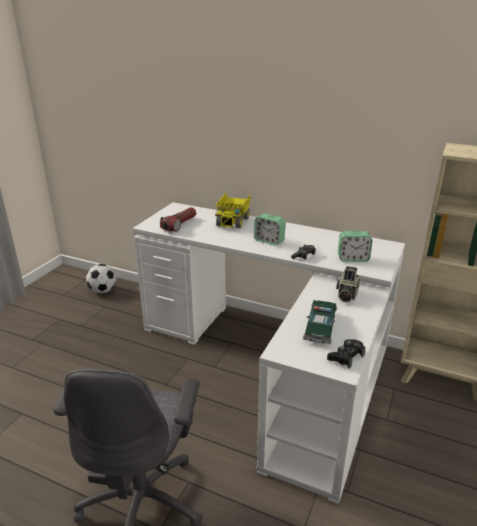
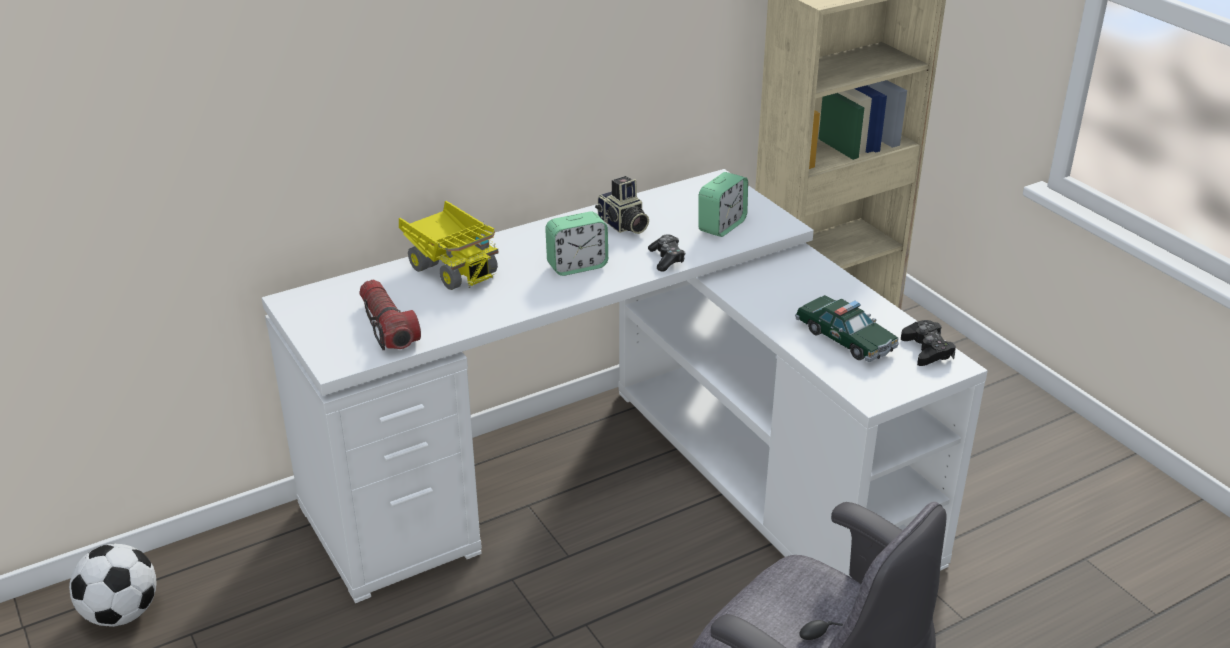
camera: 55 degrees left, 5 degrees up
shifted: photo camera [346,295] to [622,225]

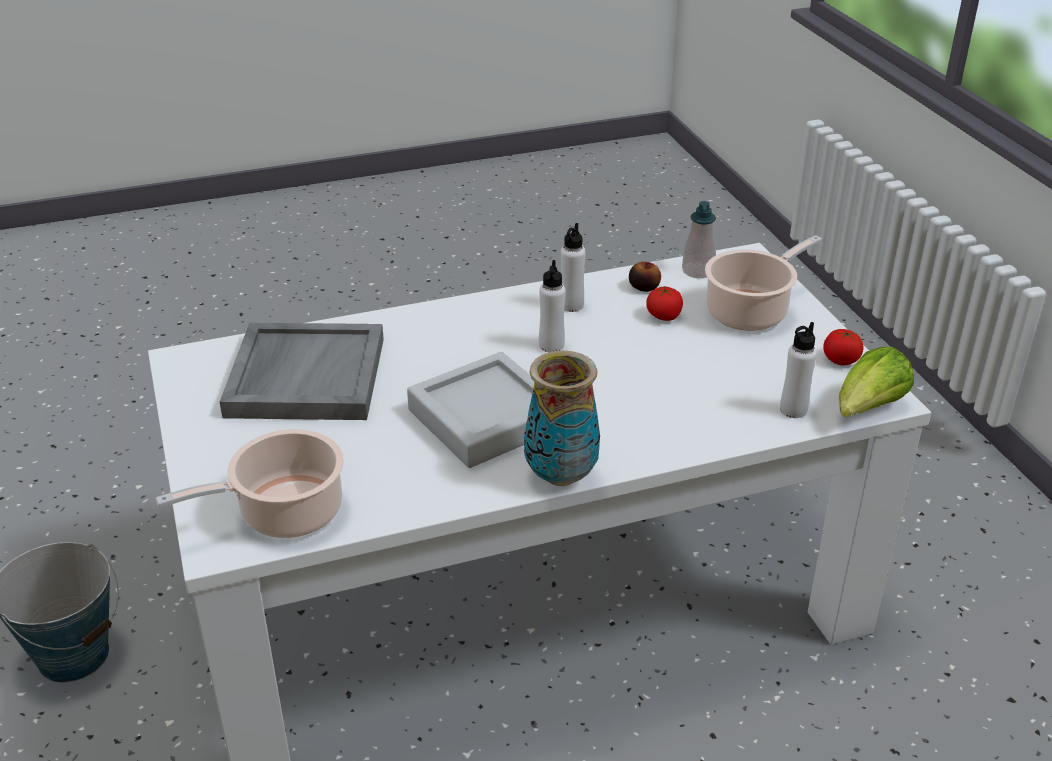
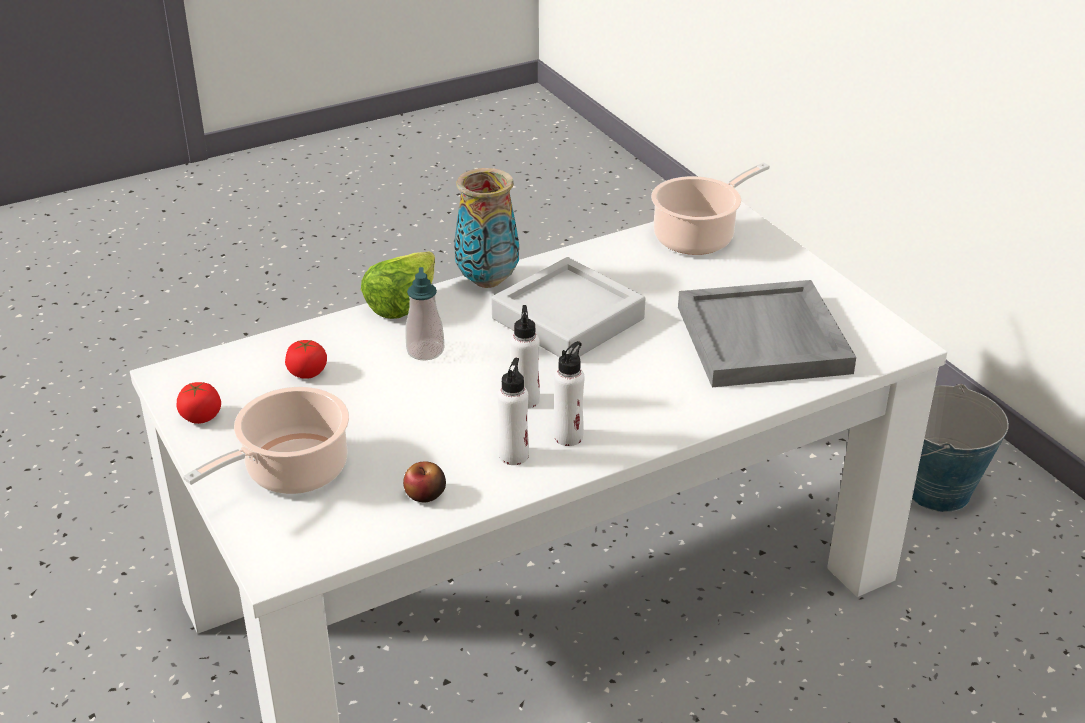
camera: 170 degrees right, 0 degrees up
shifted: tomato [664,316] to [307,372]; lettuce [868,409] to [402,304]; soap dispenser [698,271] to [425,351]; white bottle [793,410] to [568,436]

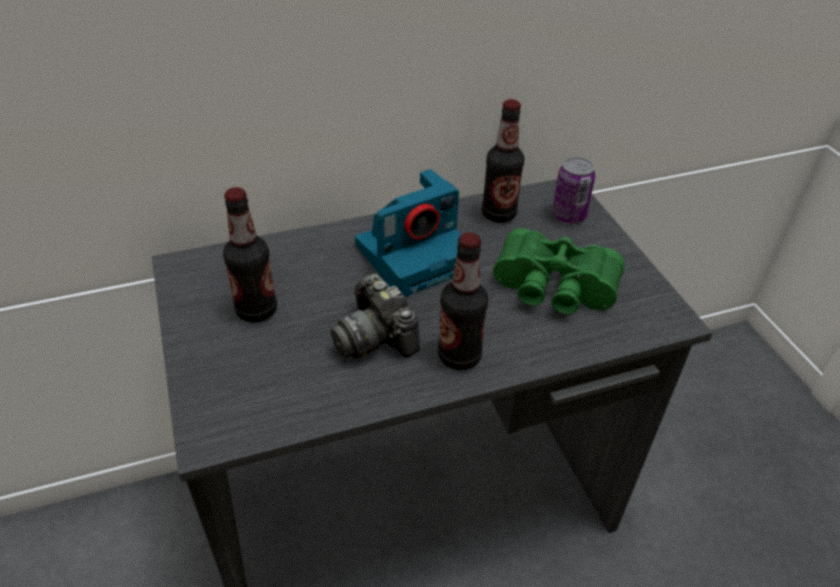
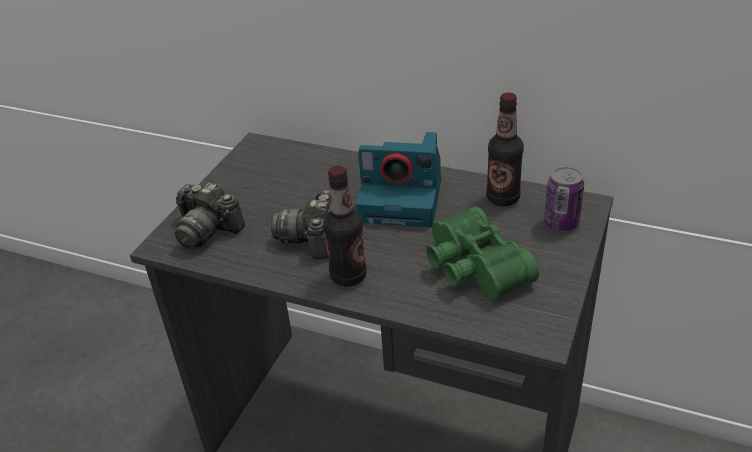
camera: 45 degrees right, 5 degrees down
gone: bottle [256,310]
new: photo camera [207,230]

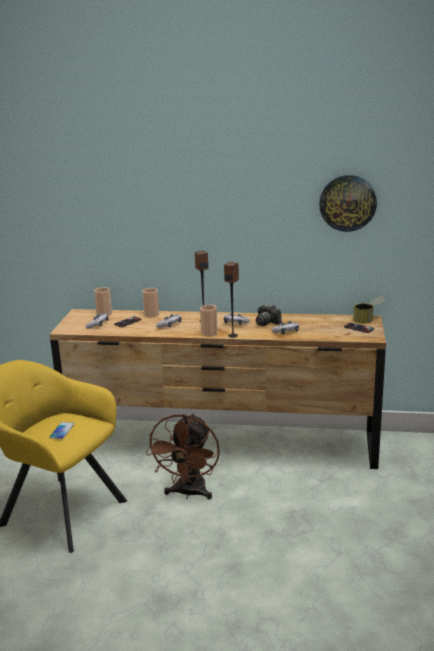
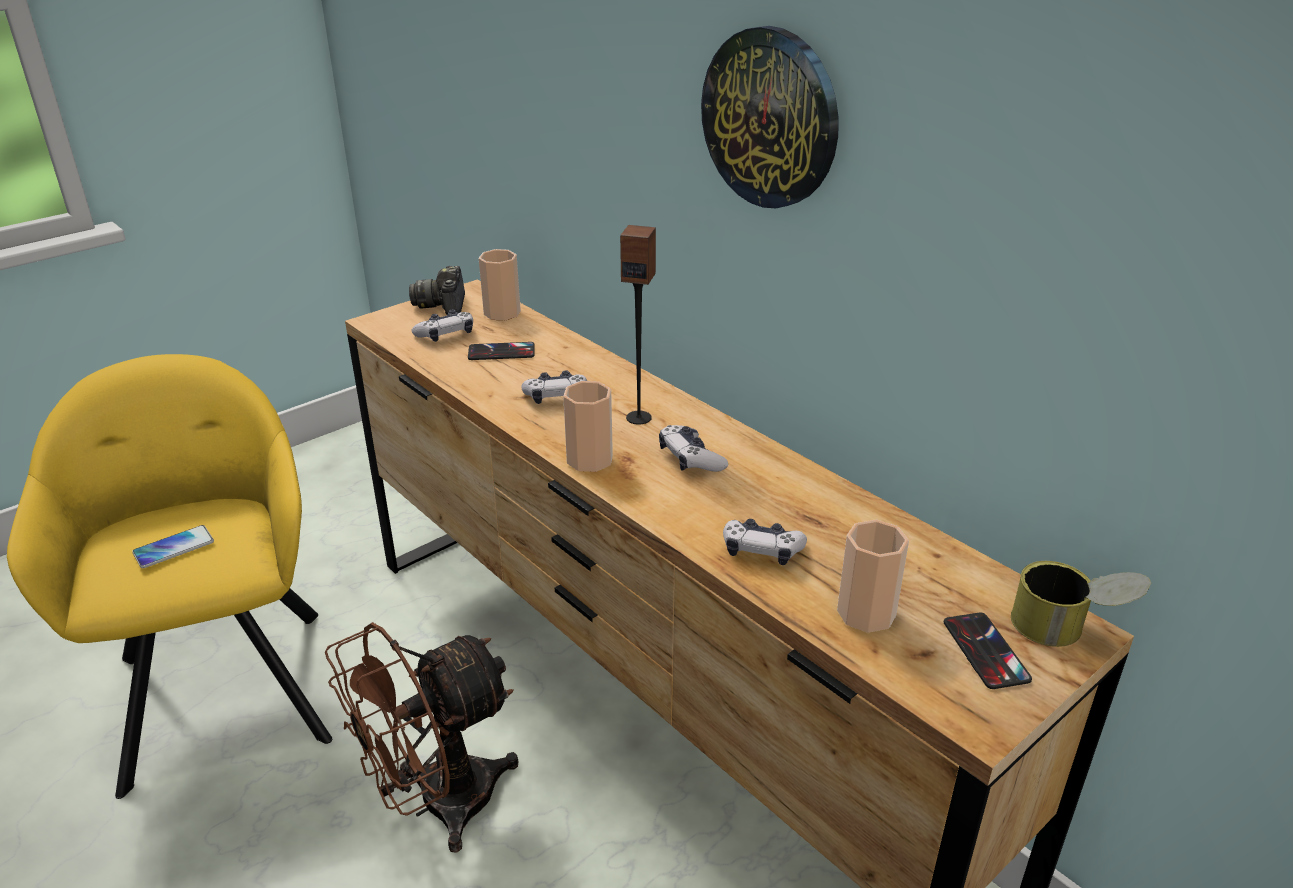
camera: 40 degrees right, 10 degrees up
gone: speaker [233,335]
shifted: photo camera [267,322] to [443,305]; wall clock [347,203] to [770,118]; cup [151,314] to [866,613]

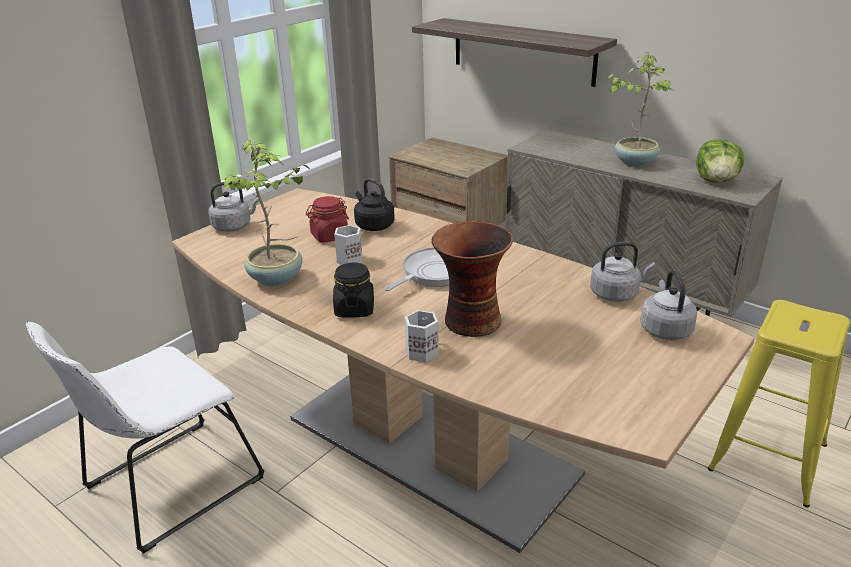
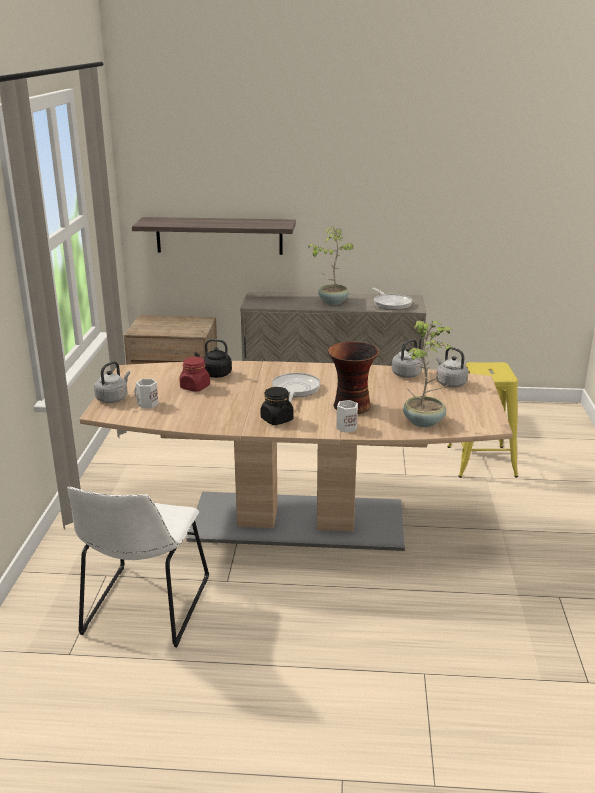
camera: 35 degrees left, 5 degrees down
shifted: white mug [348,259] to [146,404]; potted plant [277,279] to [424,422]
swapped: lettuce [716,181] to frying pan [391,303]

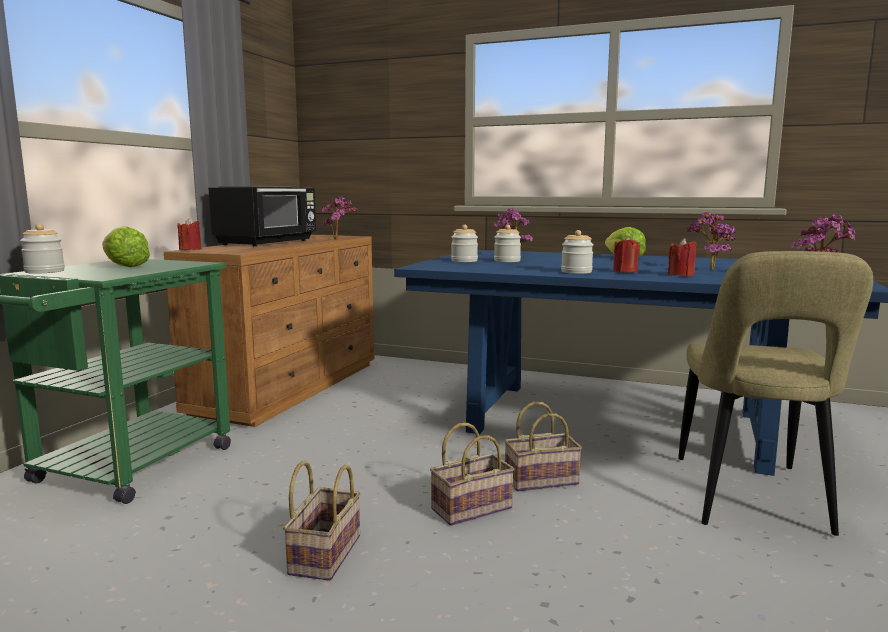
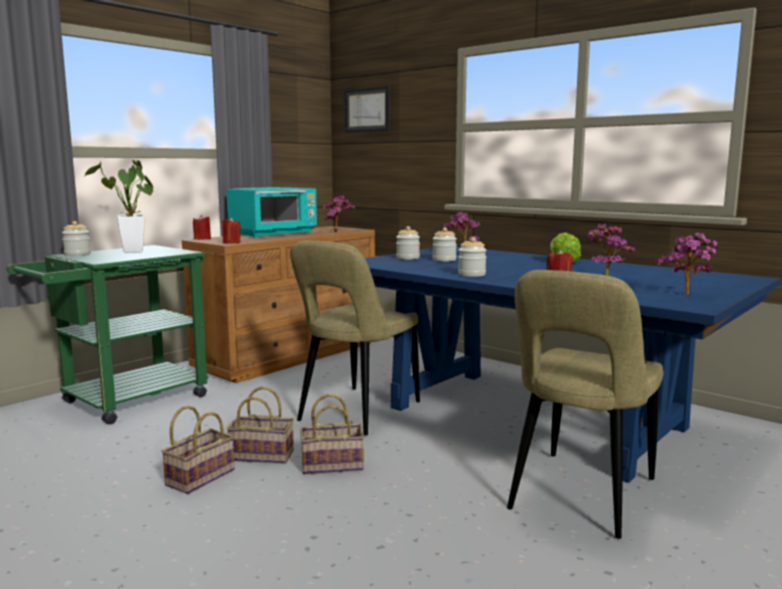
camera: 20 degrees right, 0 degrees up
new: beige chair [356,413]; picture [367,110]
shifted: red candle [625,271] to [231,242]; basket [542,479] to [263,455]
swapped: lettuce [124,266] to potted plant [132,252]
repainted: black microwave [268,242] to turquoise microwave [274,234]

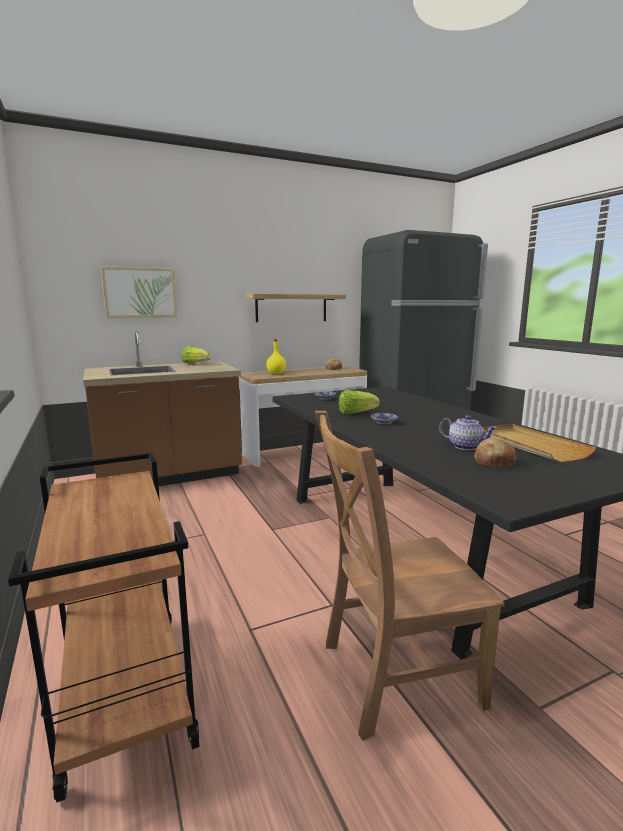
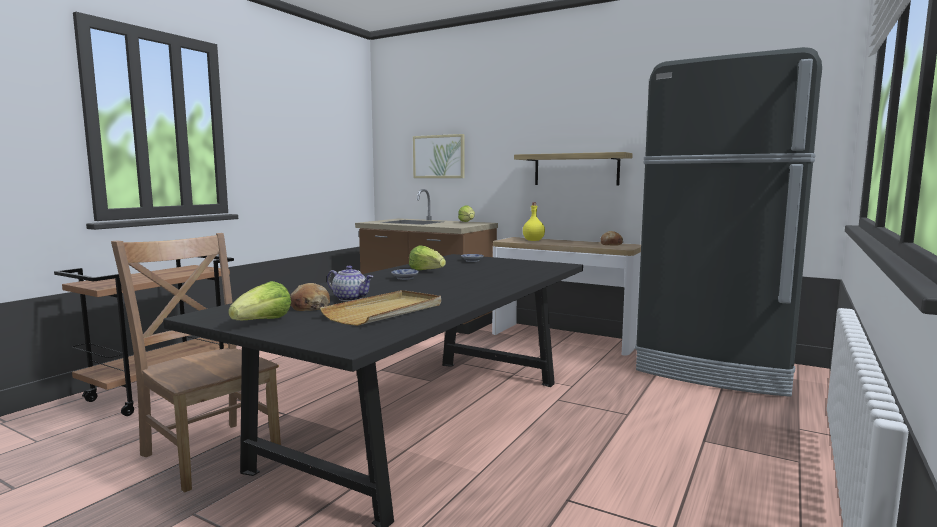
camera: 55 degrees right, 5 degrees down
new: lettuce [263,322]
rotated: teapot [466,446] = [351,299] 60 degrees counterclockwise

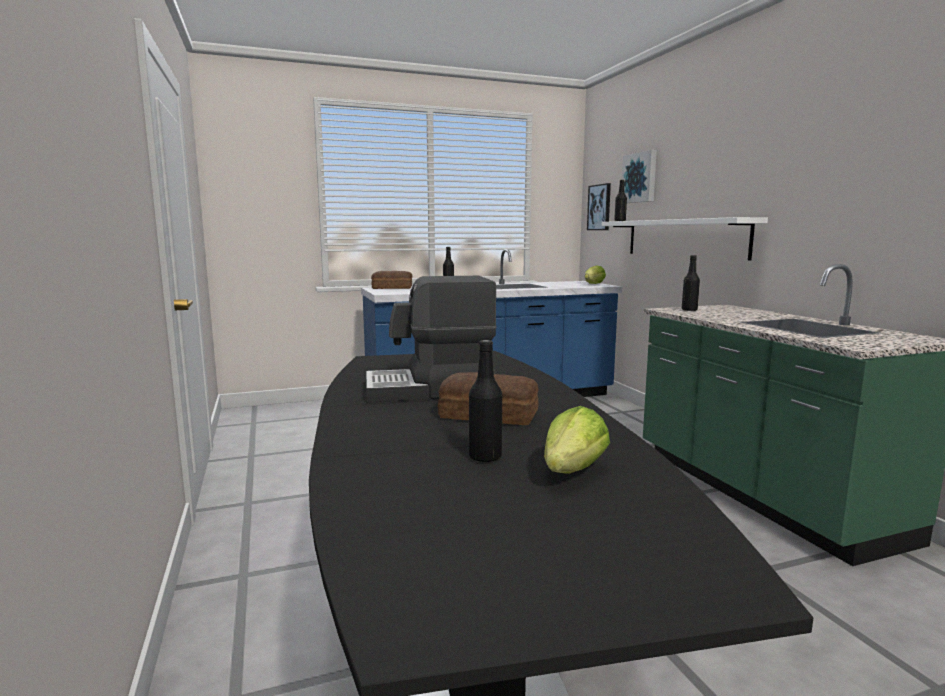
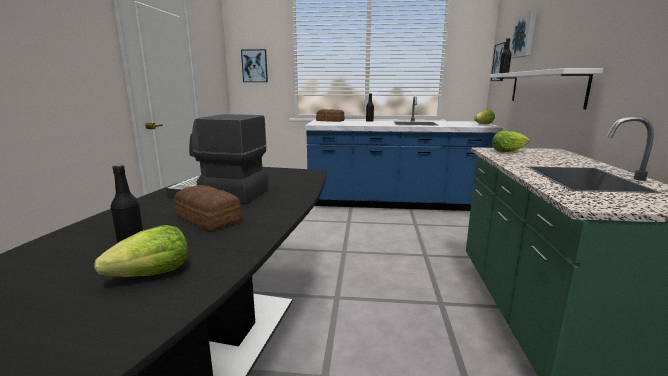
camera: 25 degrees right, 5 degrees up
new: picture [254,66]
swapped: black bottle [689,310] to lettuce [508,151]

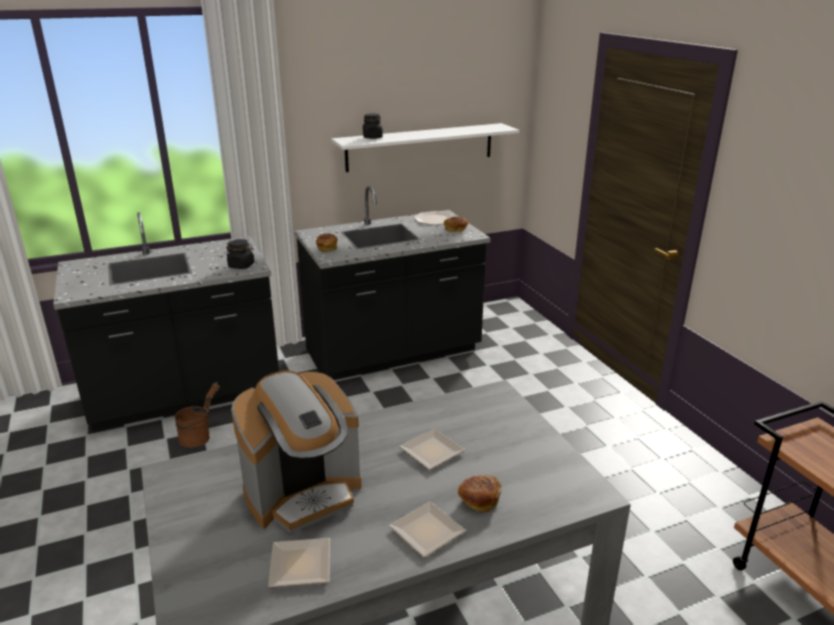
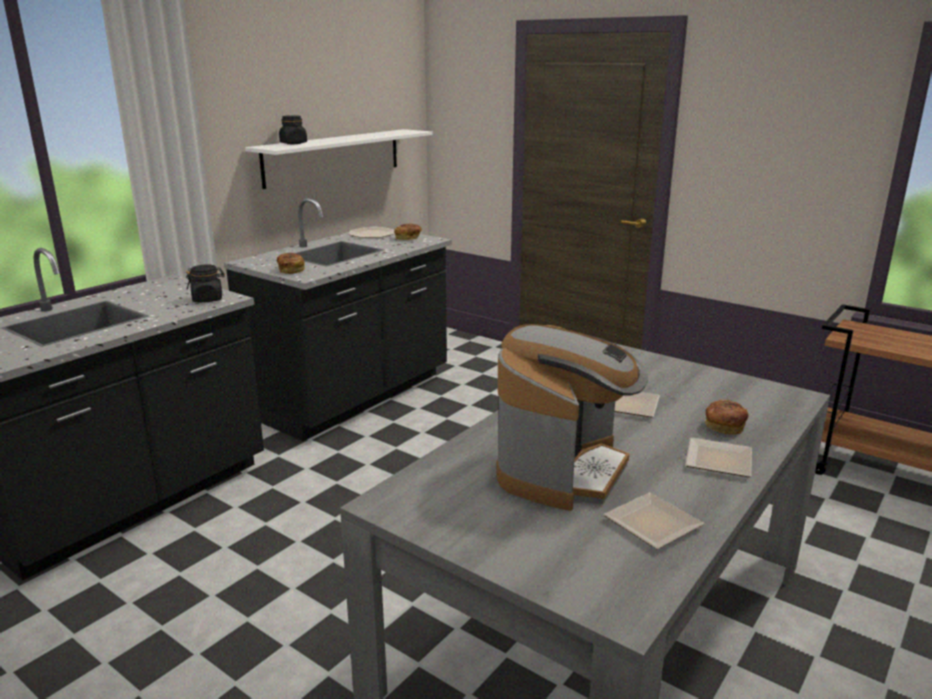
camera: 30 degrees left, 5 degrees down
gone: brown bucket [200,436]

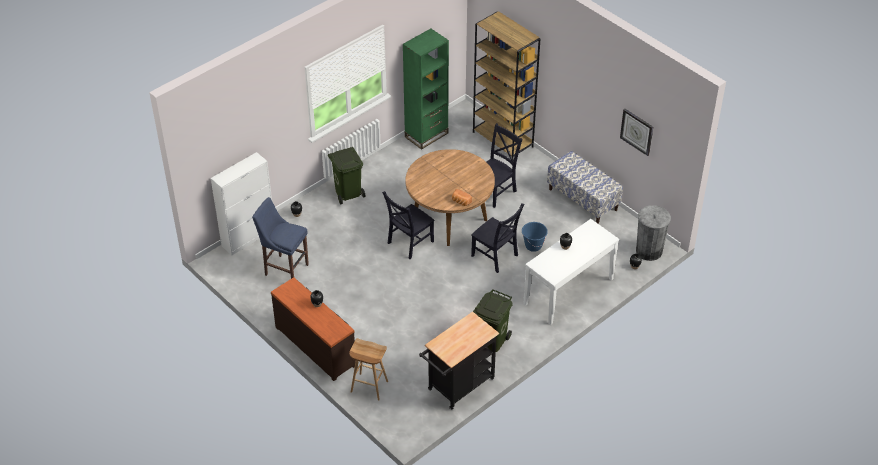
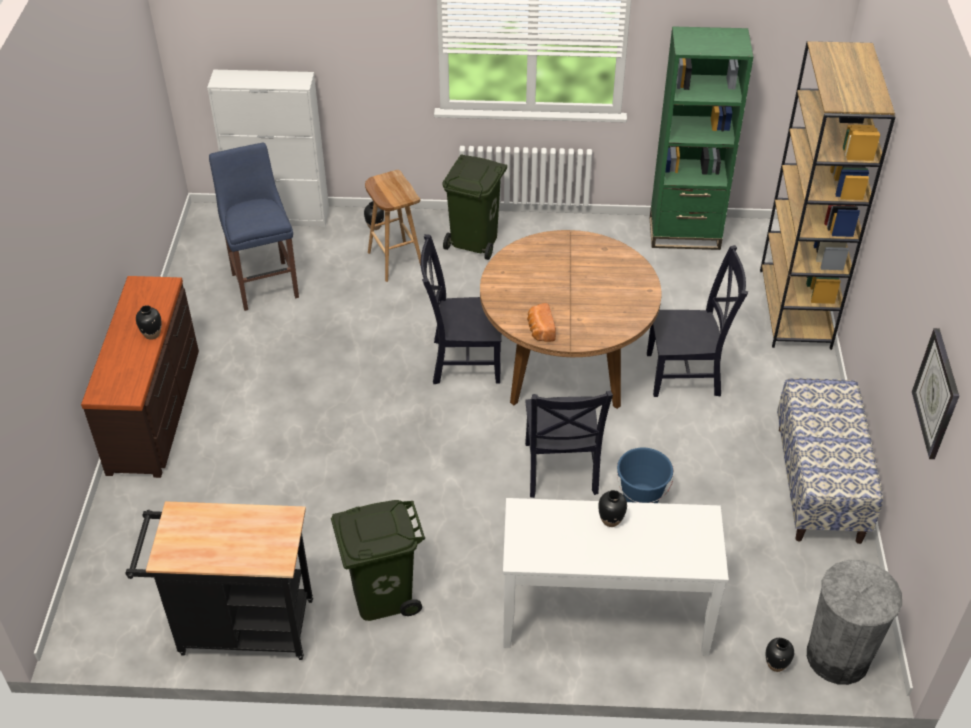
camera: 45 degrees right, 0 degrees up
shifted: brown stool [368,387] to [394,260]

